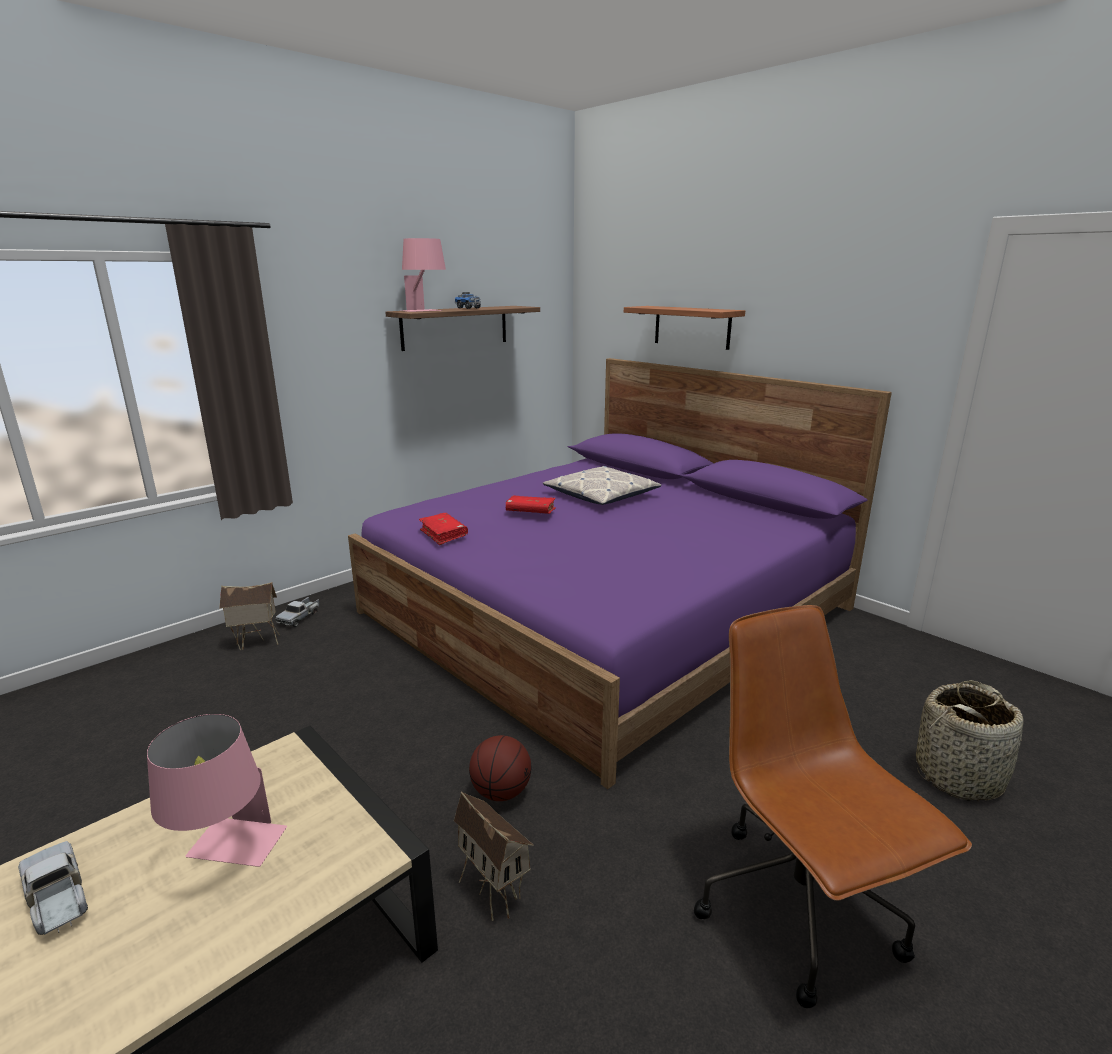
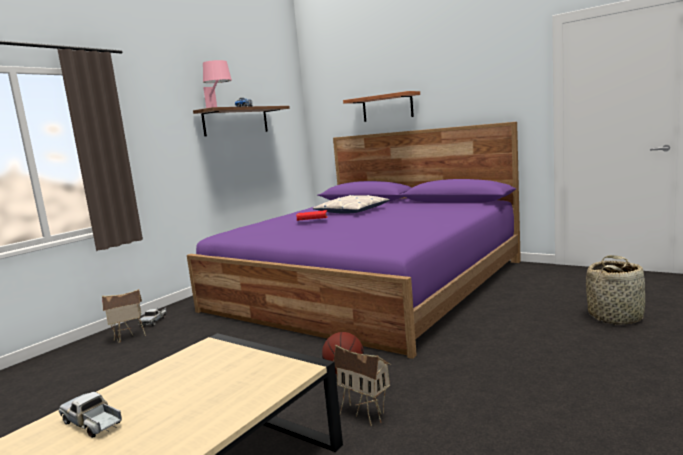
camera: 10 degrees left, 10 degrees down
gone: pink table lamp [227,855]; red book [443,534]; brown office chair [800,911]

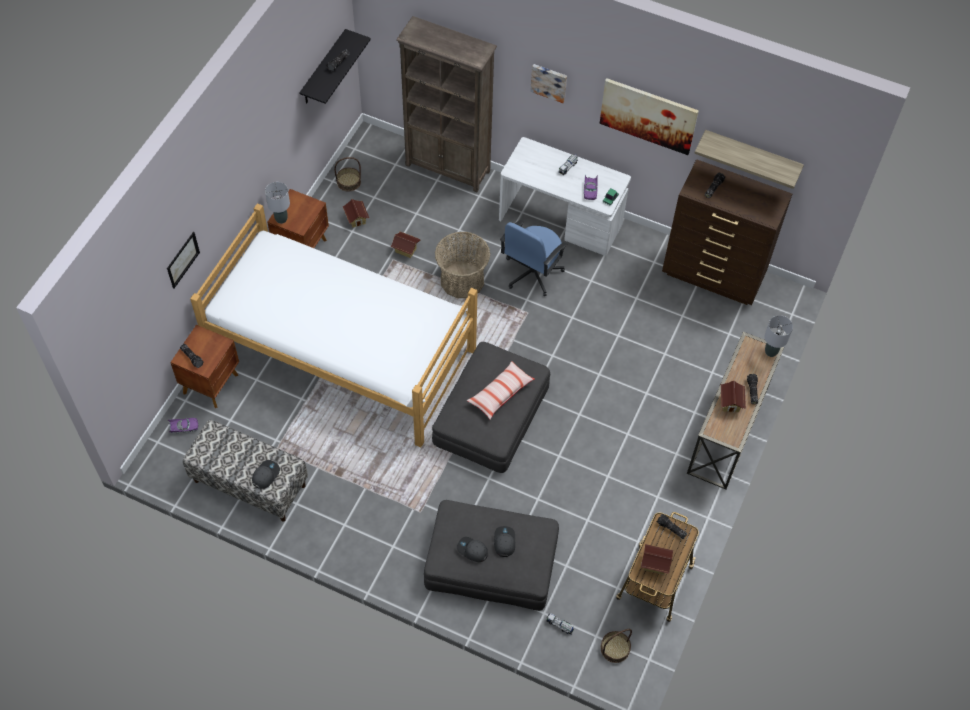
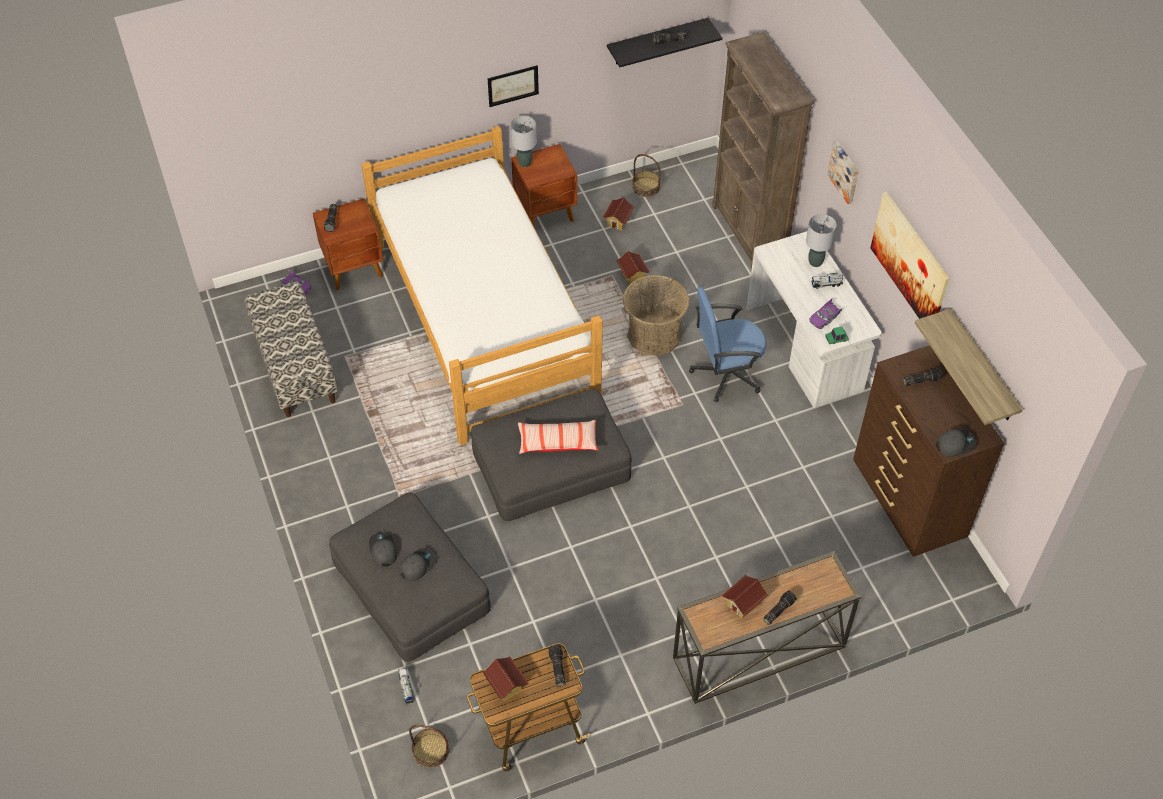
camera: 45 degrees right, 5 degrees down
shifted: picture [183,260] to [513,85]; grey table lamp [771,352] to [815,262]; grey cap [265,475] to [955,444]

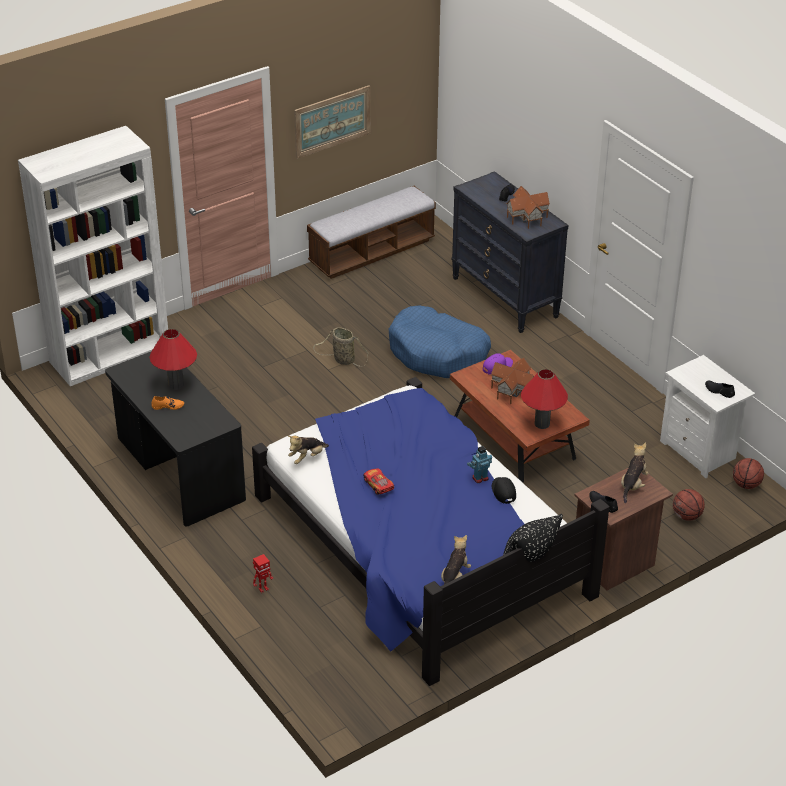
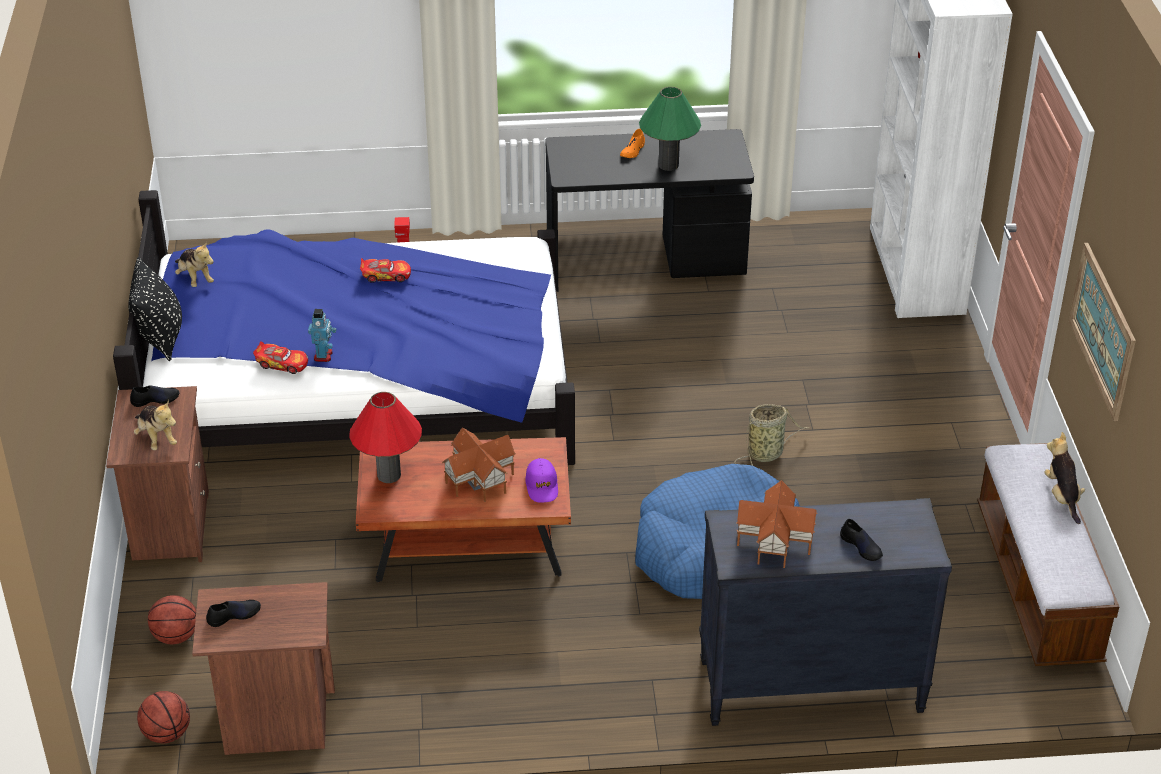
camera: 120 degrees right, 0 degrees up
shifted: plush toy [307,457] to [1062,496]
swapped: black cap [503,492] to toy car [282,363]
repainted: white nightstand [700,451] to brown nightstand [275,723]; red table lamp [176,385] to green table lamp [668,165]

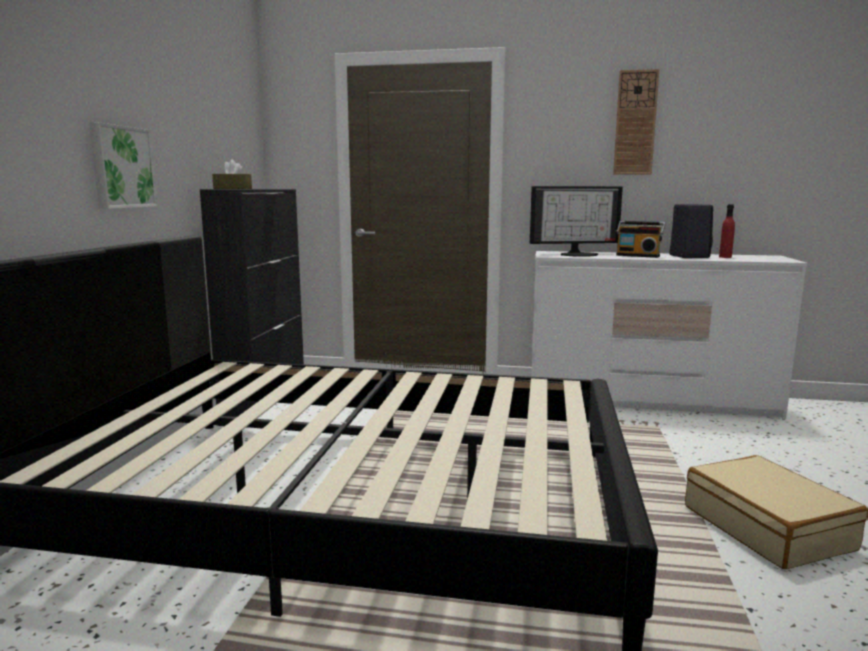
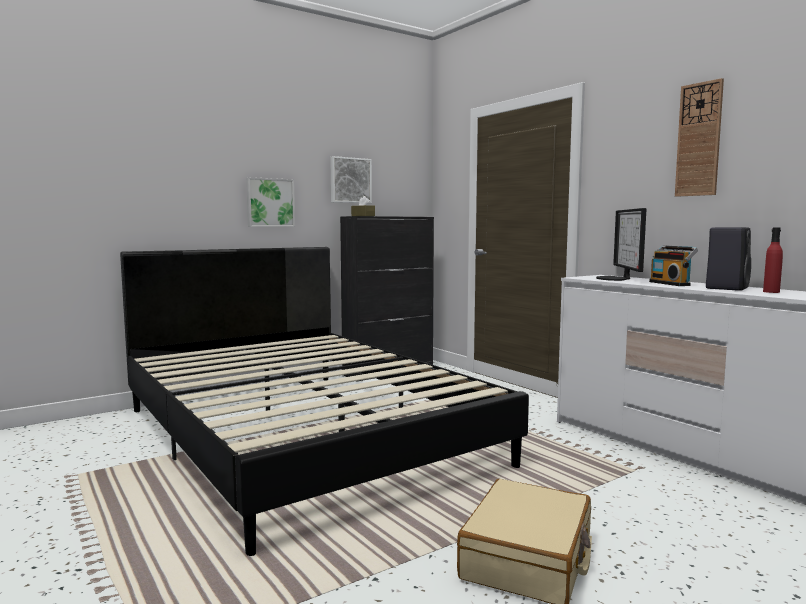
camera: 45 degrees right, 5 degrees down
new: picture [350,180]
rotated: monitor [578,254] = [616,279] 60 degrees clockwise

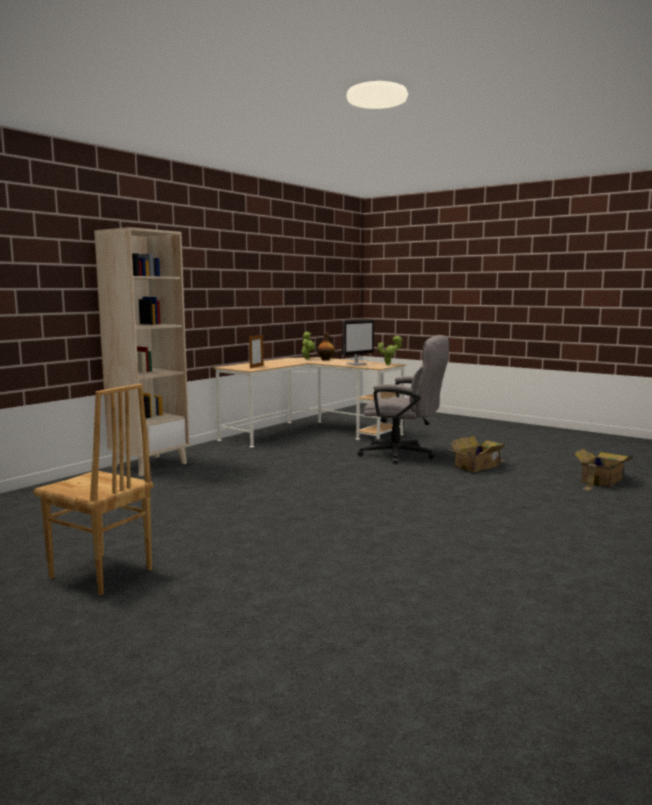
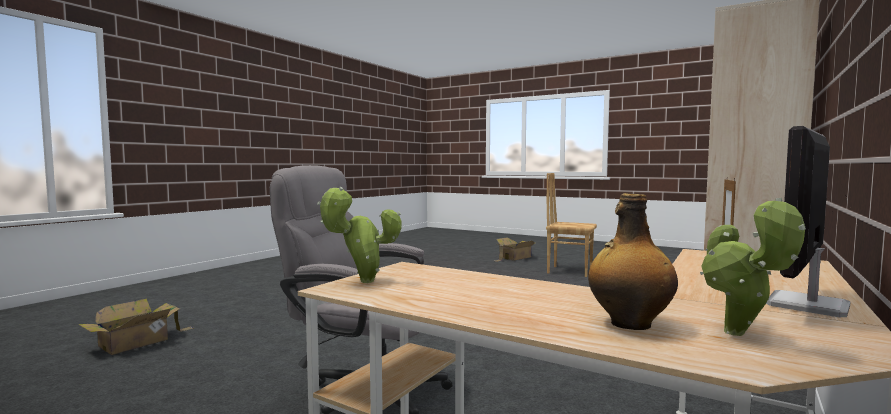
camera: 175 degrees right, 5 degrees down
shifted: cardboard box [478,466] to [514,257]; monitor [356,364] to [808,306]

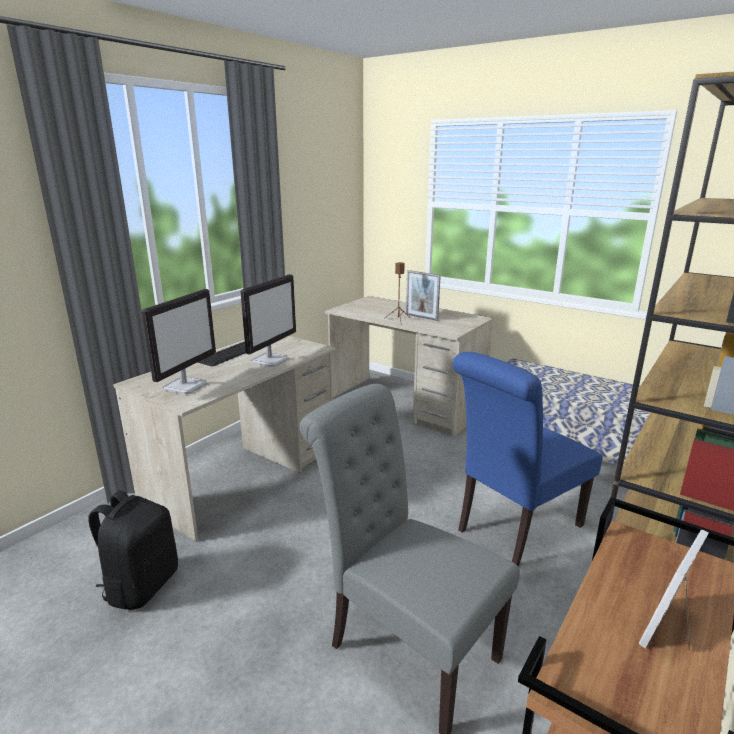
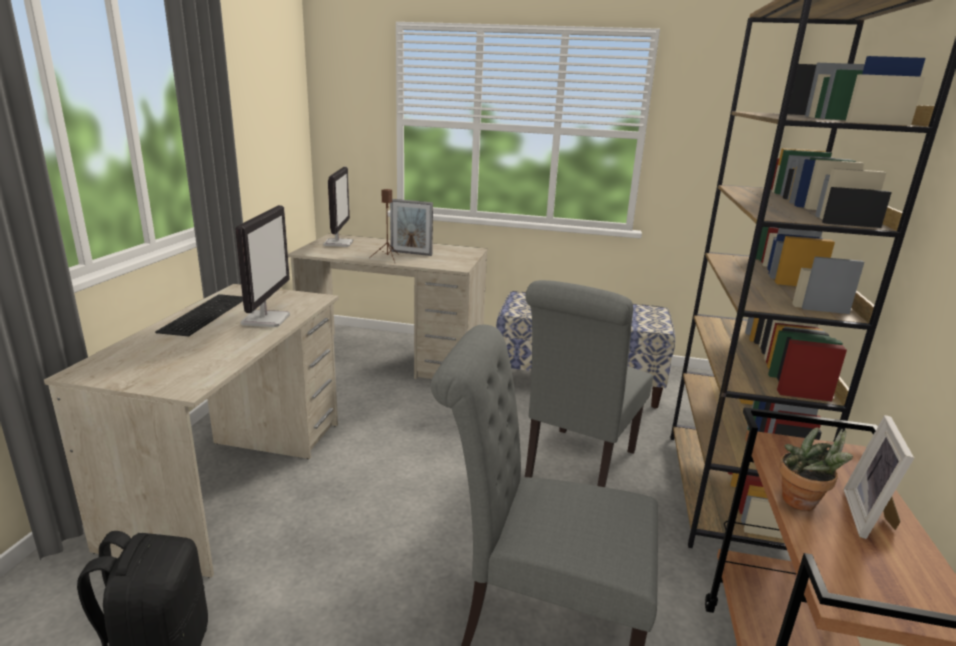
camera: 25 degrees left, 0 degrees up
new: potted plant [803,504]
shifted: monitor [185,386] to [338,243]
repainted: blue chair [514,530] to grey chair [577,470]

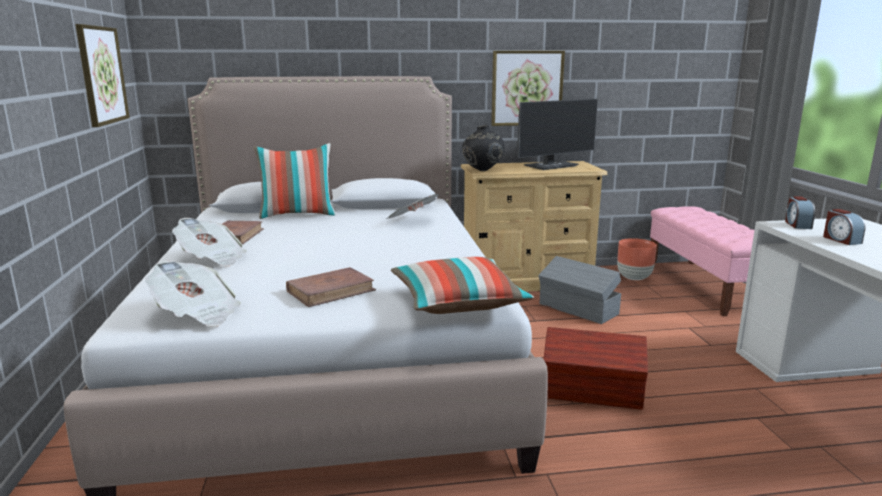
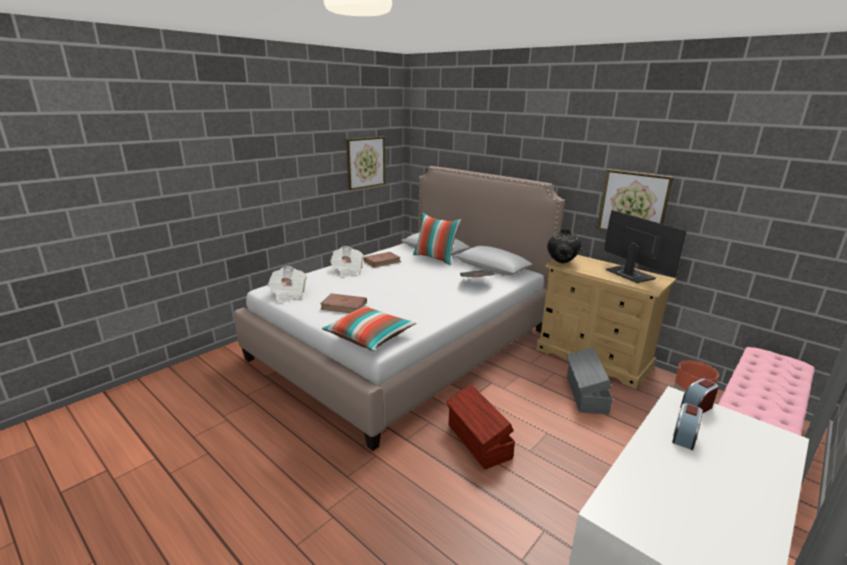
camera: 50 degrees right, 5 degrees up
rotated: monitor [551,166] = [629,274] 135 degrees counterclockwise

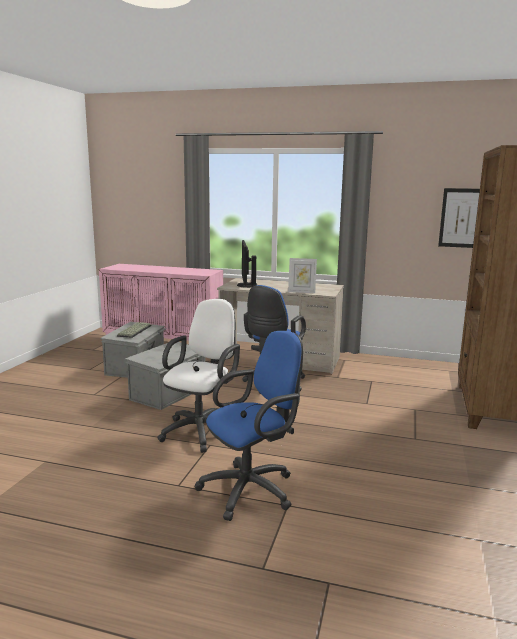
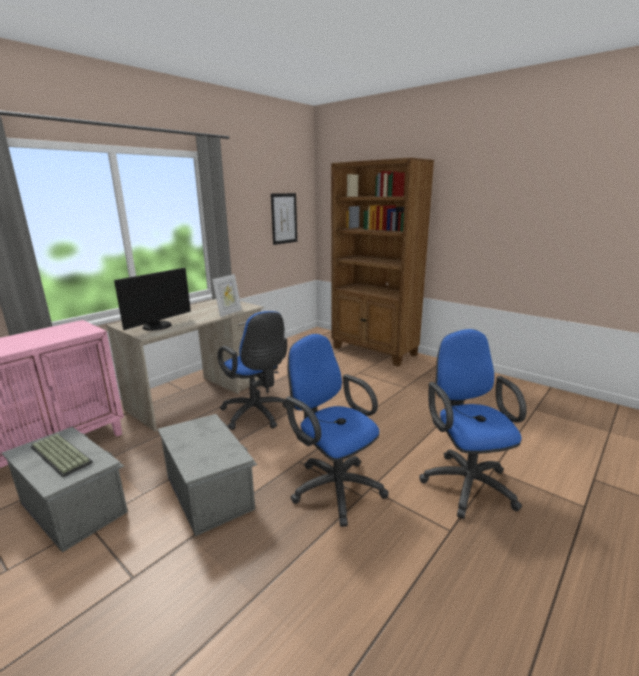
camera: 65 degrees left, 5 degrees up
repainted: white office chair [202,430] to blue office chair [333,486]
rotated: monitor [246,285] = [158,326] 75 degrees counterclockwise

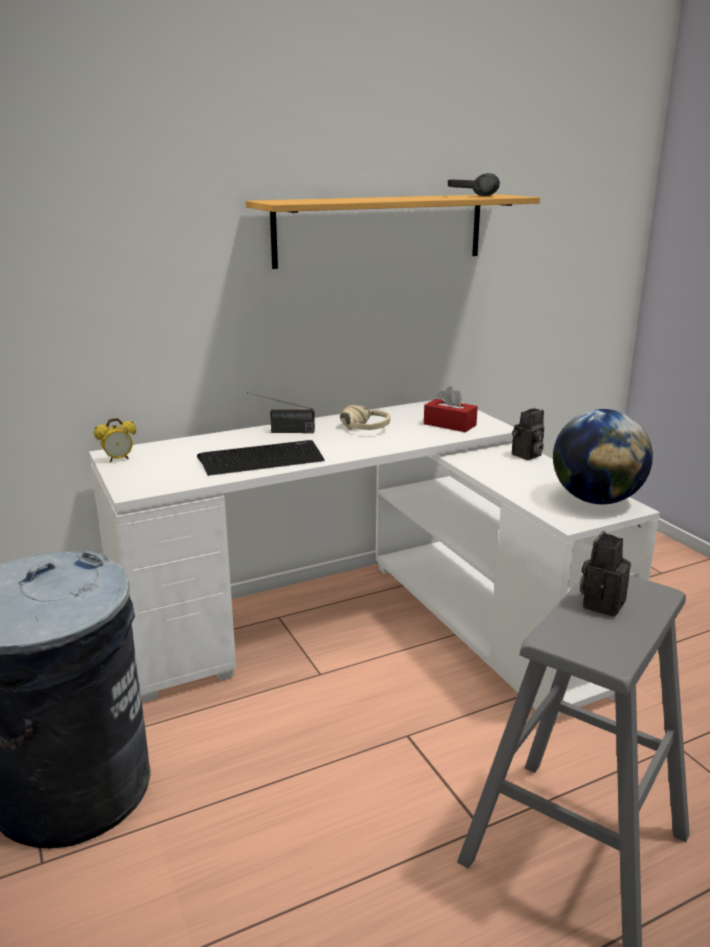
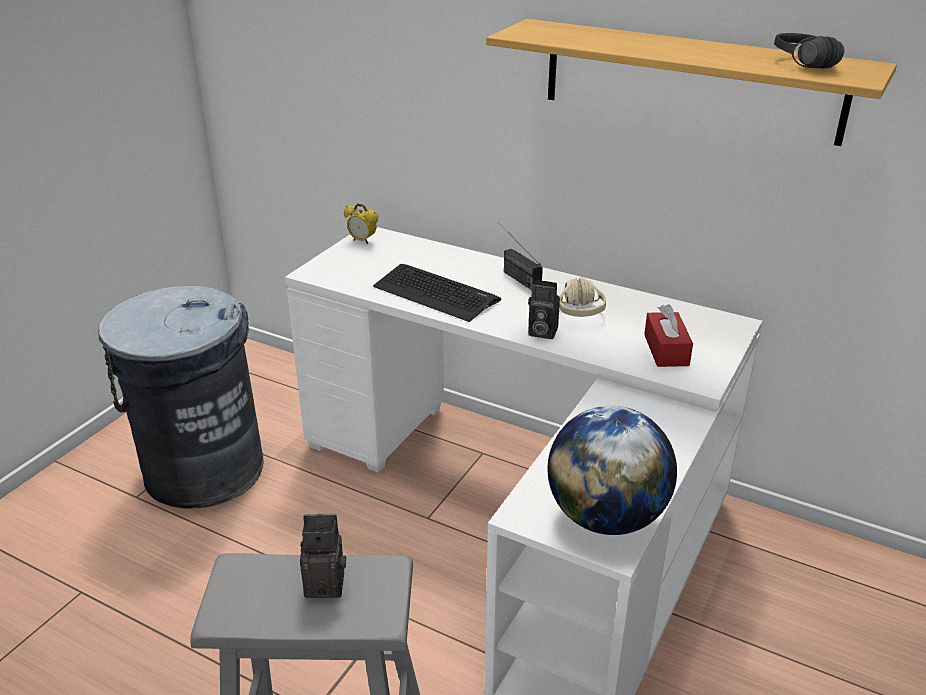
camera: 55 degrees right, 10 degrees up
shifted: photo camera [527,456] to [541,332]

